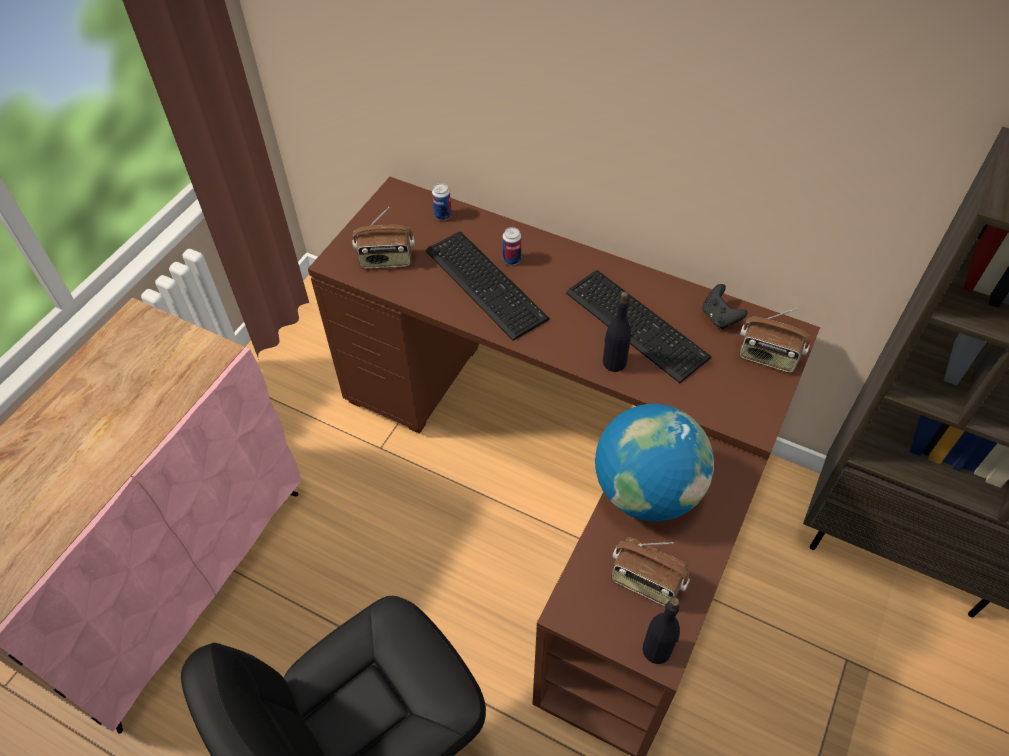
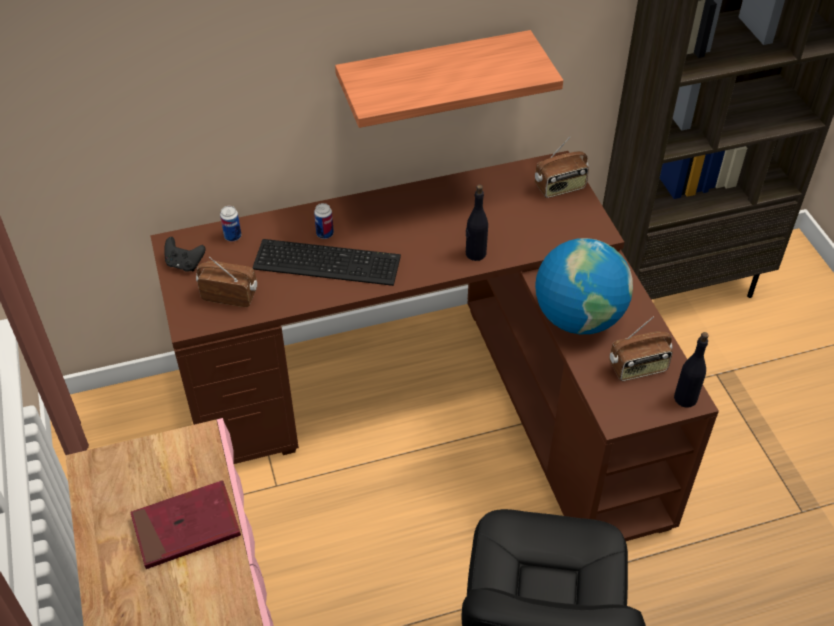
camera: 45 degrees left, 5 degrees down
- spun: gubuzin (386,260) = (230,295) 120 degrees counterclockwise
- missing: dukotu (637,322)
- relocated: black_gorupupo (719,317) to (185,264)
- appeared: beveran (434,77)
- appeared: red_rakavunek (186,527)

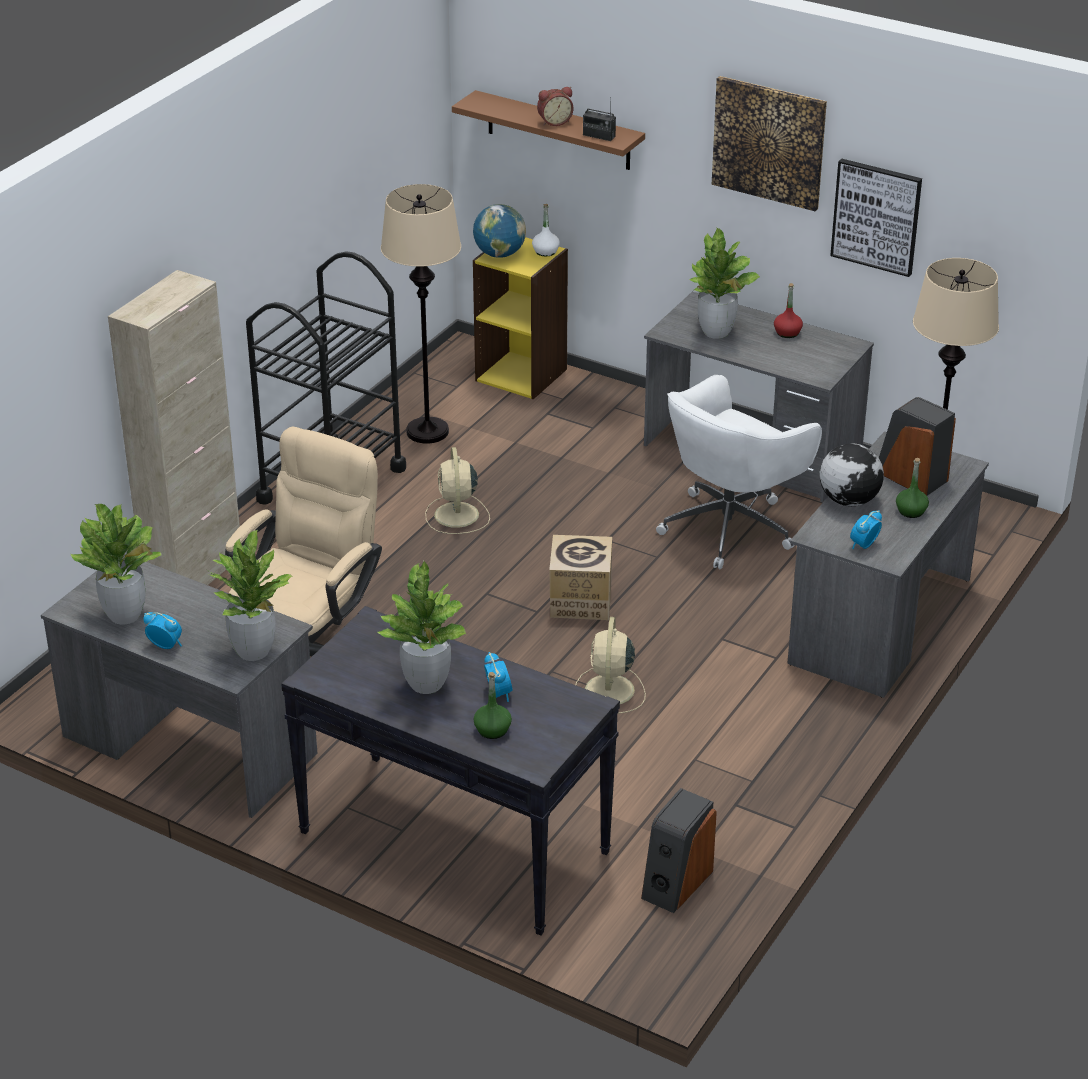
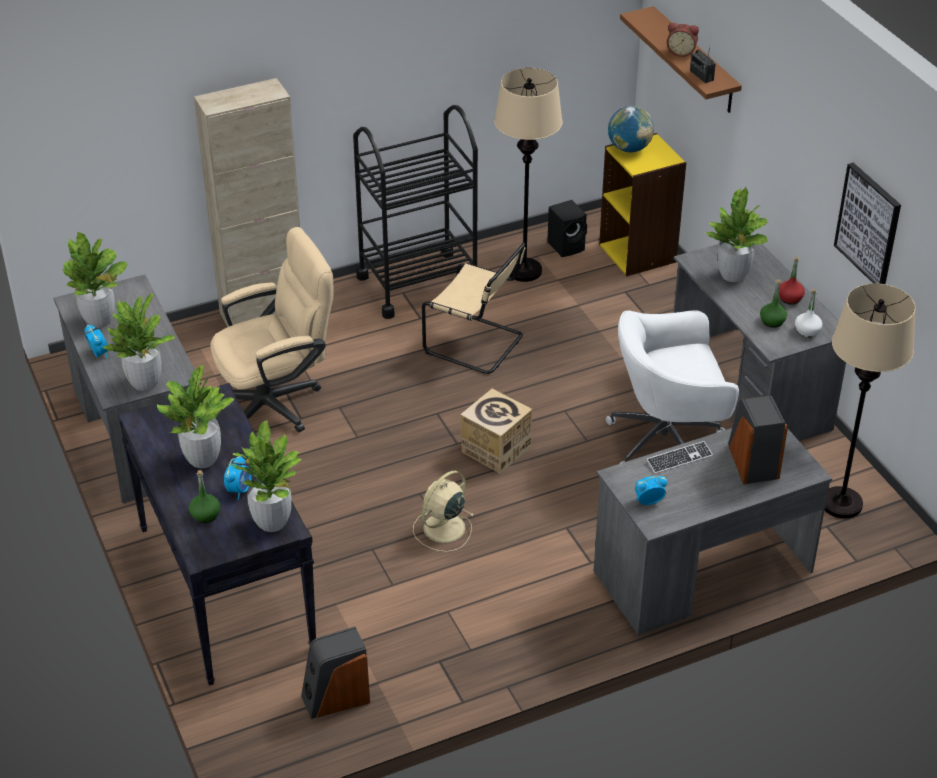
camera: 35 degrees right, 5 degrees up
- missing: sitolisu (769,142)
- relocated: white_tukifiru (545,251) to (807,331)
- exchanged: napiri (848,500) to dukotu (679,459)
- exchanged: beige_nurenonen (456,516) to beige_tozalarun (477,345)
- relocated: green_tukifiru (911,511) to (772,321)
- appeared: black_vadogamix (567,246)
- appeared: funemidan (271,522)

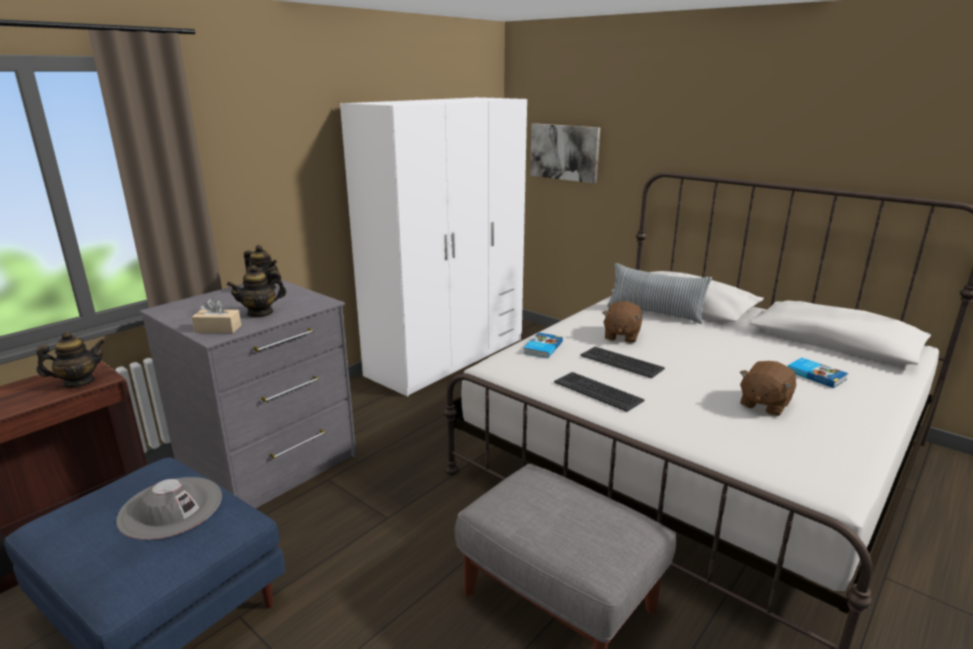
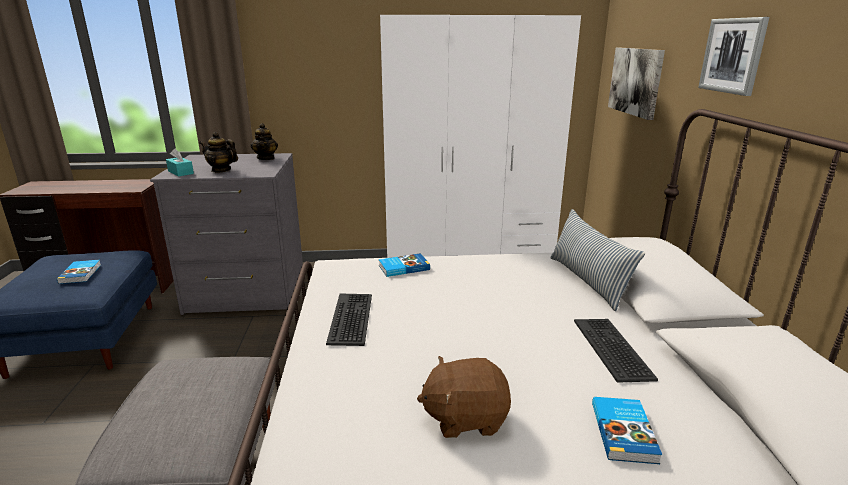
camera: 45 degrees right, 0 degrees up
- colour: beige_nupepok (218,329) to turquoise_nupepok (180,172)
- missing: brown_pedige (621,336)
- missing: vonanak (79,382)
- relocated: dukotu (622,362) to (612,349)
- exchanged: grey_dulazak (171,507) to rakavunek (81,273)
- appeared: sitolisu (733,55)

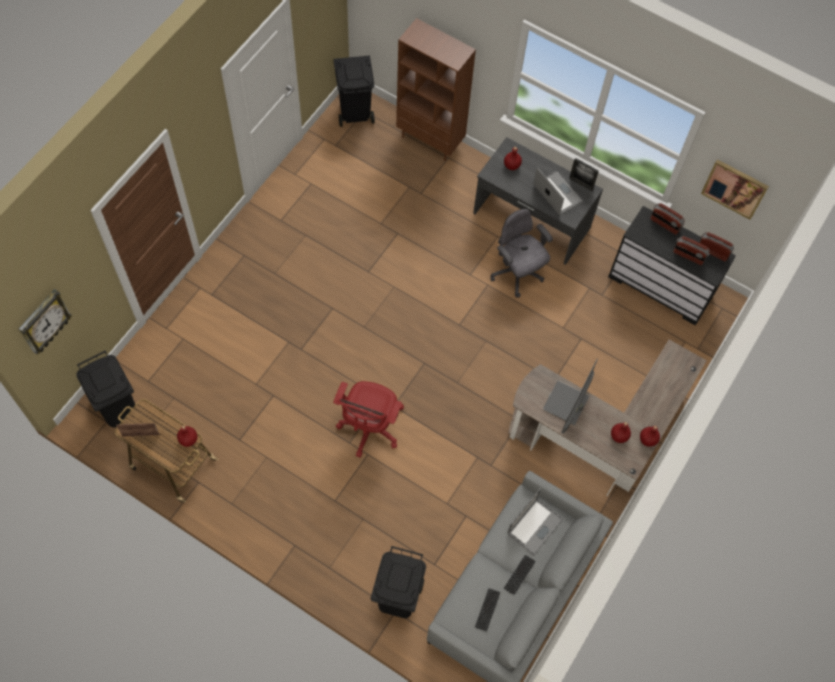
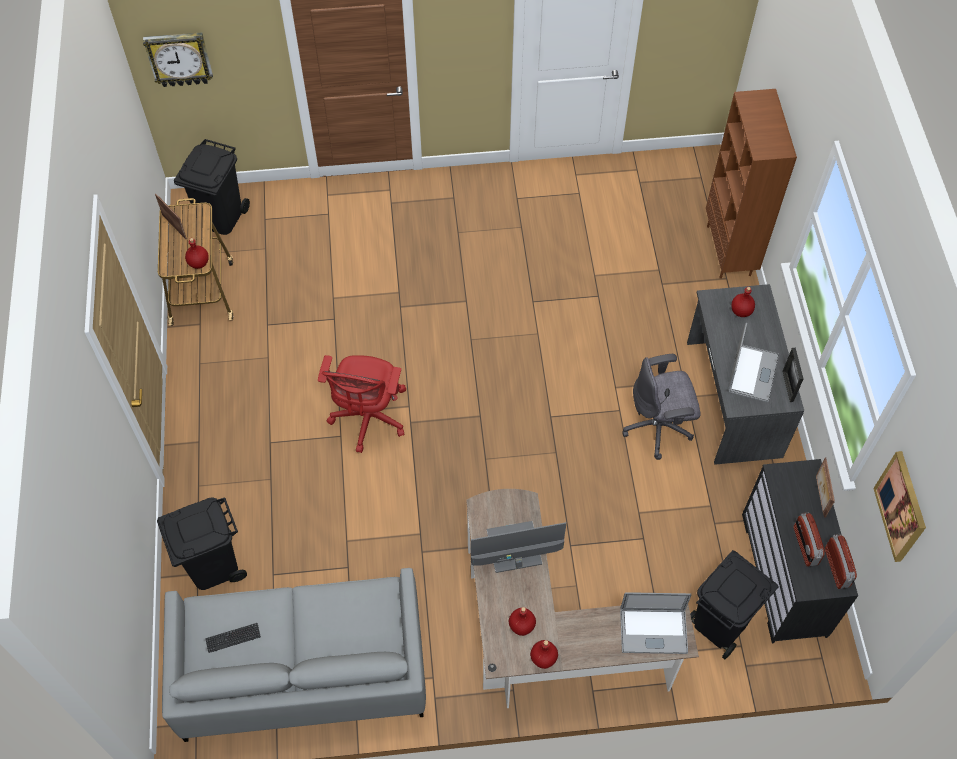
camera: 55 degrees right, 5 degrees down
- relocated: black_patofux (355,112) to (720,624)
- exchanged: gubuzin (665,224) to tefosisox (819,496)
- spun: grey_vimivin (517,274) = (658,427) 120 degrees counterclockwise
- spun: red_vimivin (369,429) = (368,419) 60 degrees counterclockwise
- relocated: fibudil (534,526) to (653,631)
- missing: dukotu (519,575)

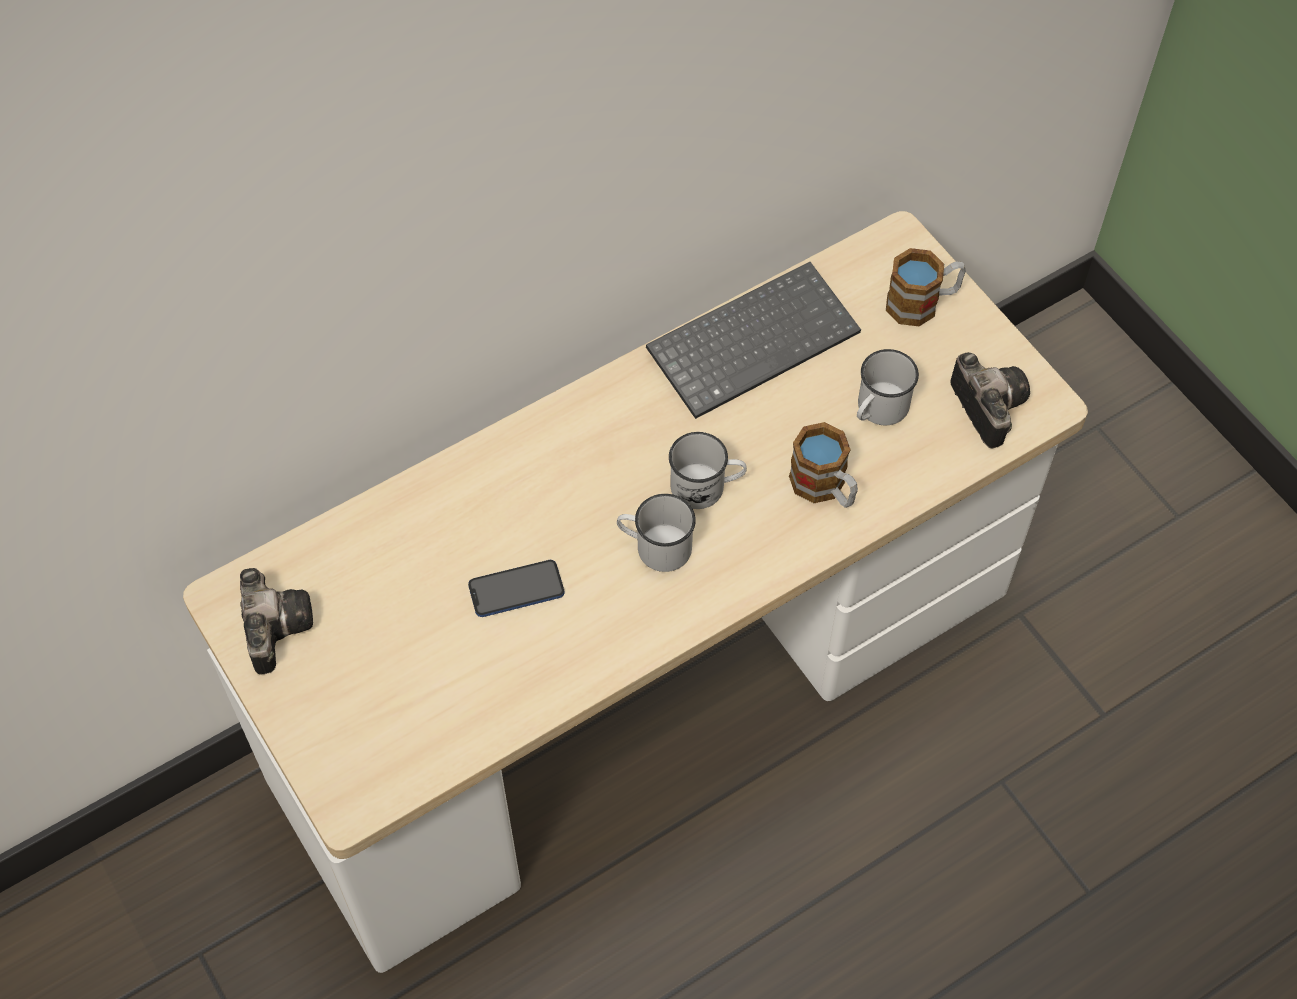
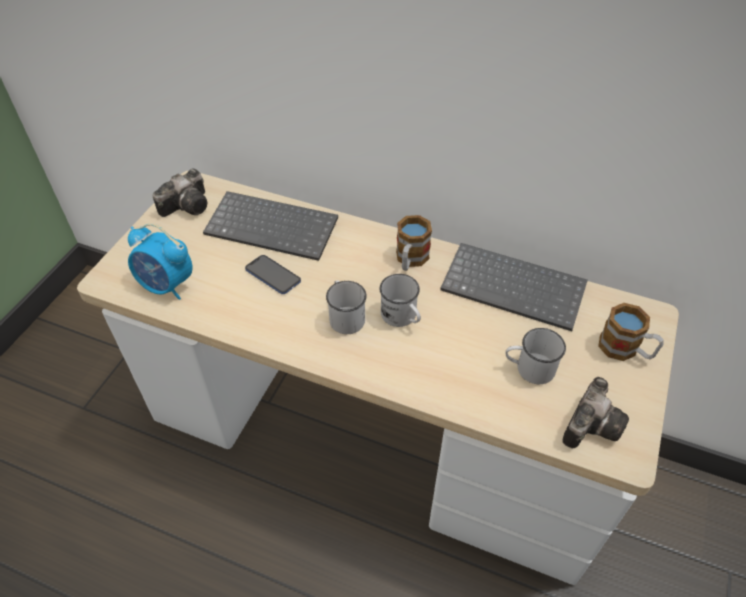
camera: 55 degrees right, 10 degrees down
- relocated: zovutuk (824,488) to (410,260)
- appeared: dukotu (274,227)
- appeared: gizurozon (167,286)

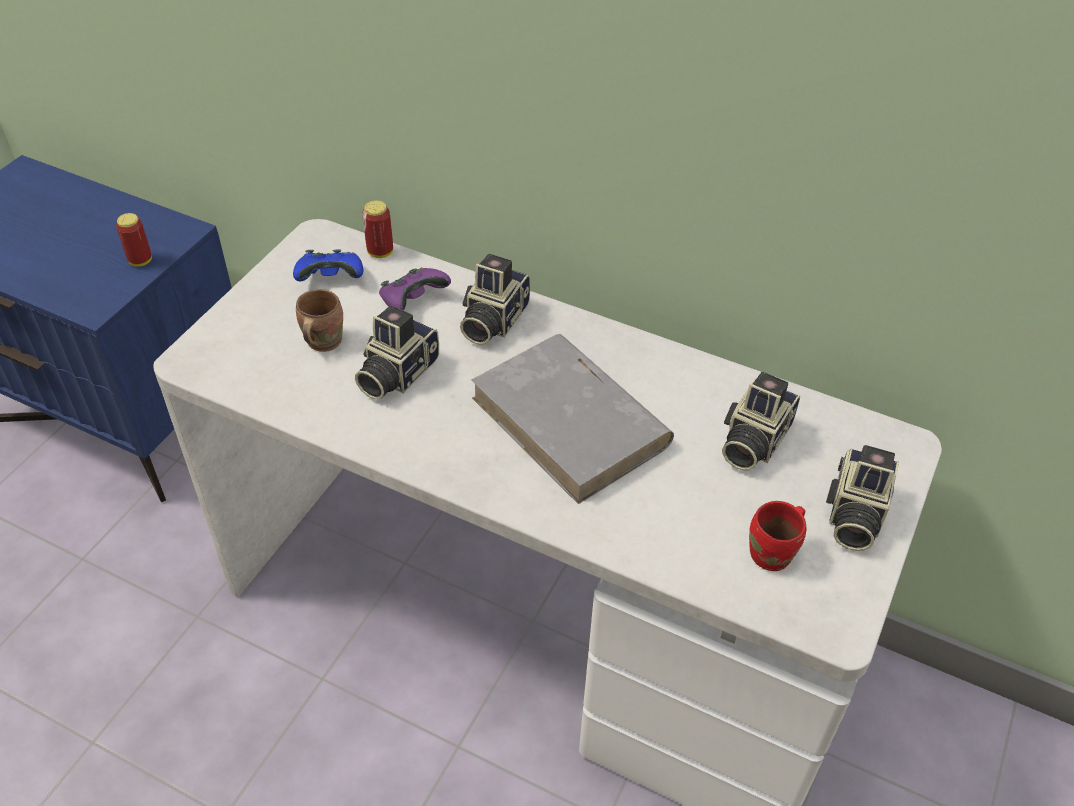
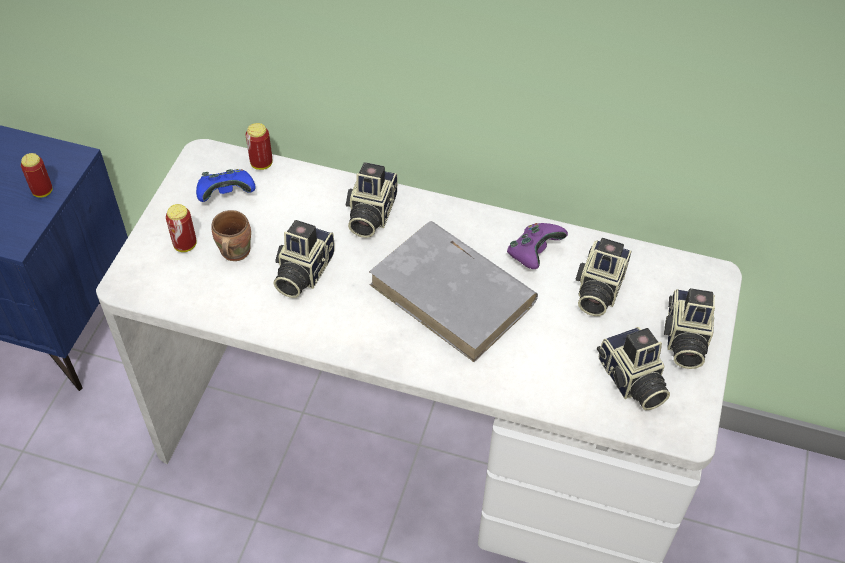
camera: 10 degrees left, 5 degrees up
- relocated: purple_gorupupo (413,301) to (533,254)
- exchanged: red_zovutuk (774,555) to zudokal (630,381)
- appeared: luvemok (185,245)

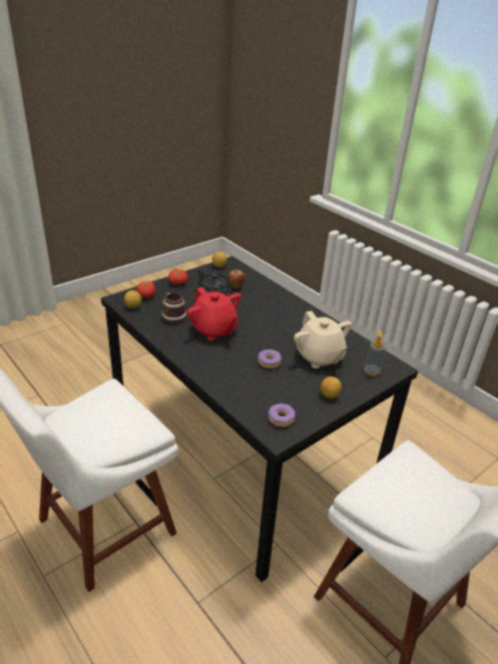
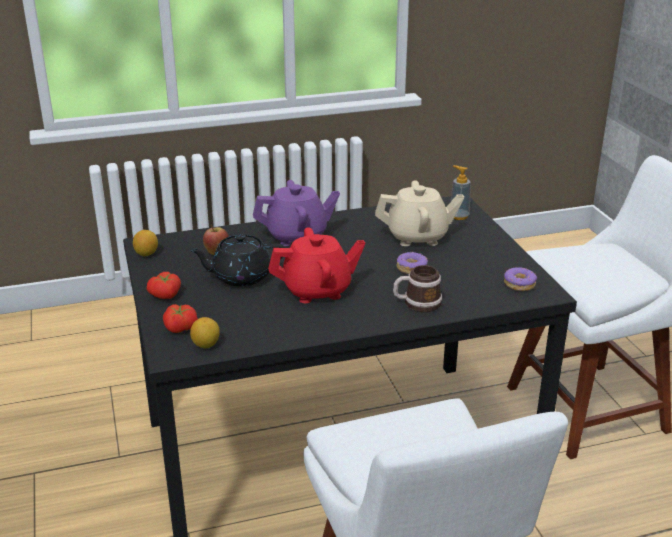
camera: 65 degrees left, 5 degrees down
- relocated: zovutuk (172,315) to (417,303)
- missing: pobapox (329,395)
- appeared: purple_vonanak (297,236)

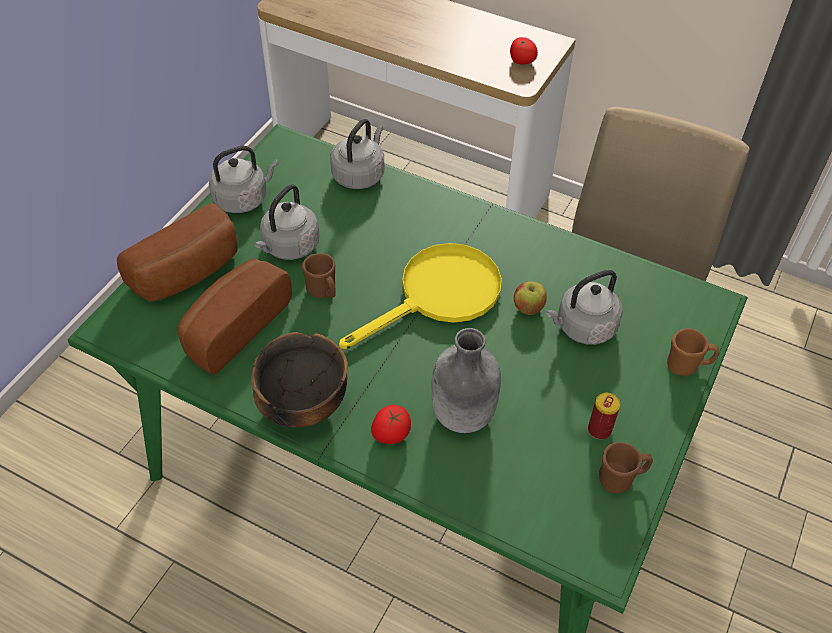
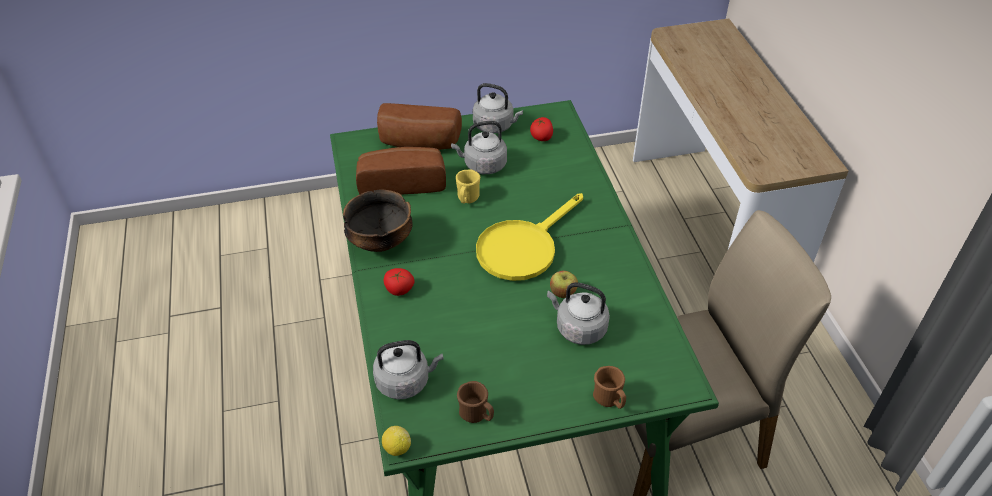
camera: 50 degrees right, 5 degrees down
- relocated: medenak (521,61) to (541,137)
- relocated: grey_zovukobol (360,174) to (405,381)
- spun: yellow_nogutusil (439,296) = (523,247) 120 degrees clockwise
- colour: brown_zovutuk (323,292) to yellow_zovutuk (467,199)
- missing: grey_tukifiru (462,416)
- missing: luvemok (599,430)
- appeared: pobapox (397,448)

